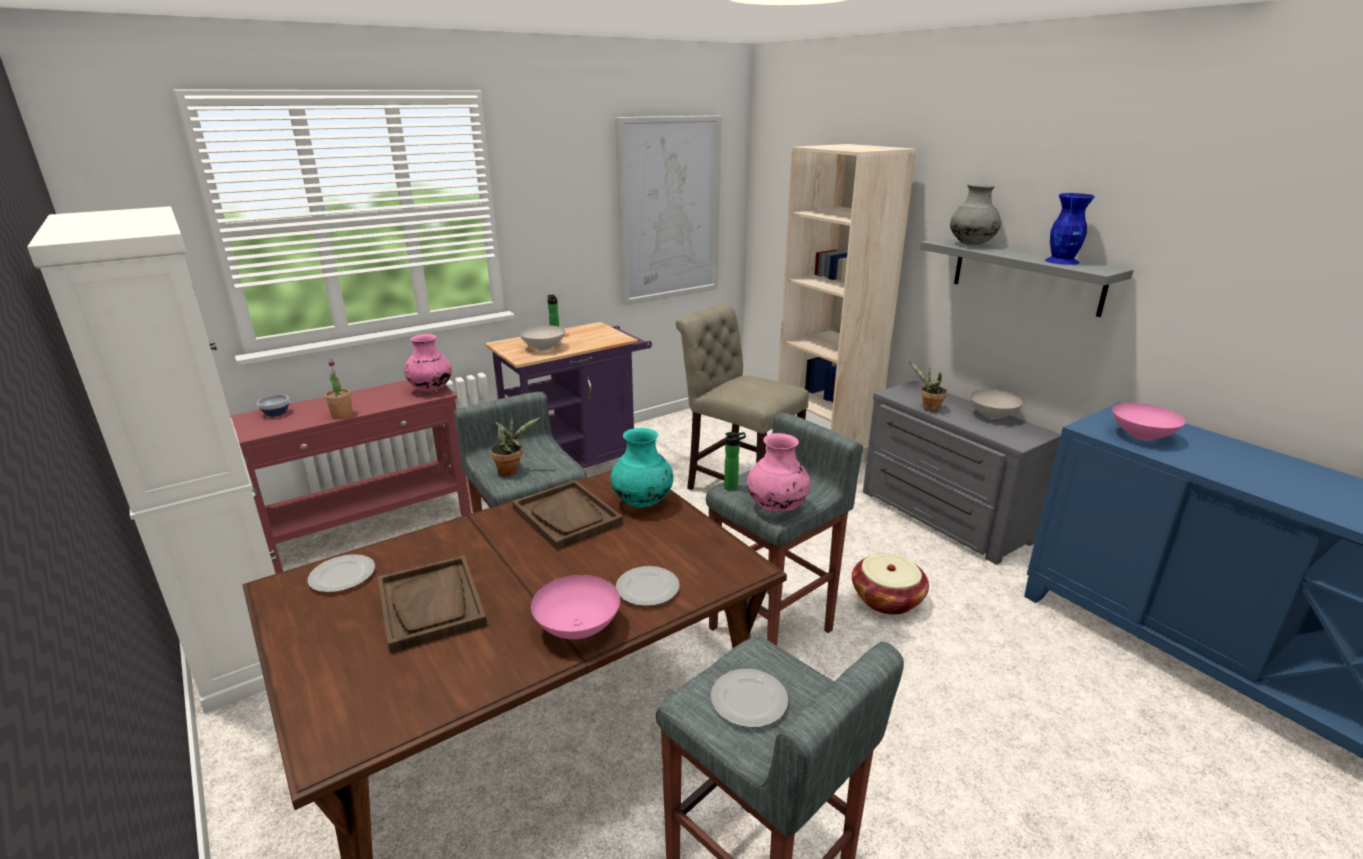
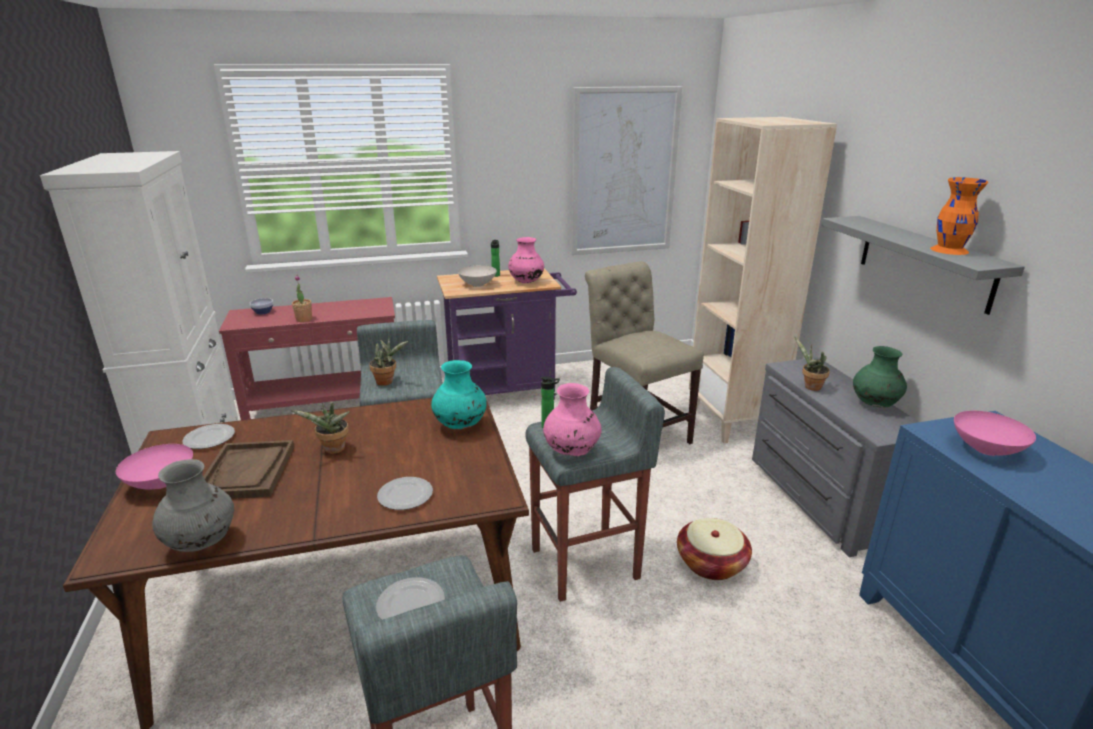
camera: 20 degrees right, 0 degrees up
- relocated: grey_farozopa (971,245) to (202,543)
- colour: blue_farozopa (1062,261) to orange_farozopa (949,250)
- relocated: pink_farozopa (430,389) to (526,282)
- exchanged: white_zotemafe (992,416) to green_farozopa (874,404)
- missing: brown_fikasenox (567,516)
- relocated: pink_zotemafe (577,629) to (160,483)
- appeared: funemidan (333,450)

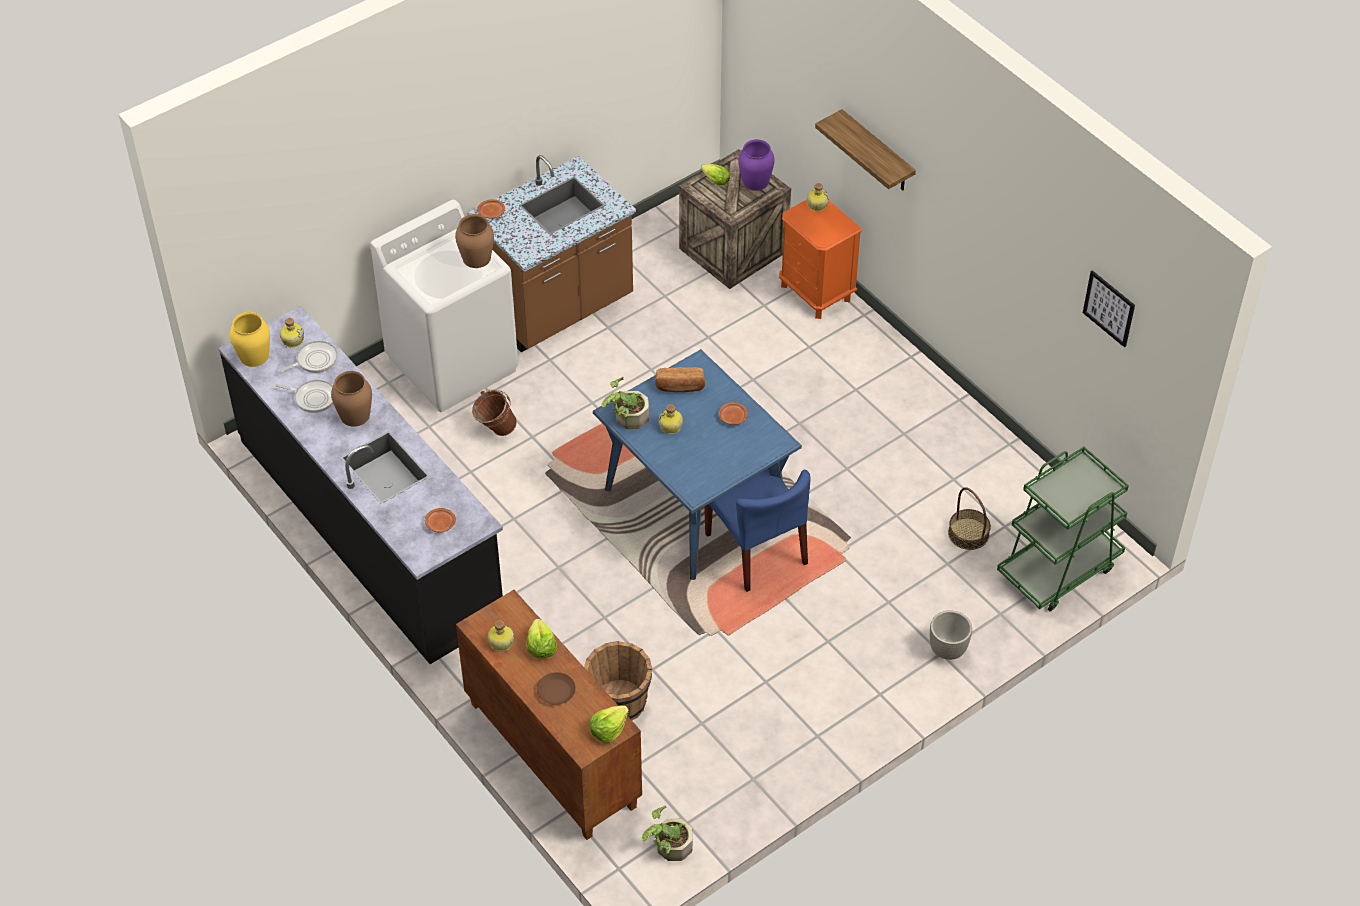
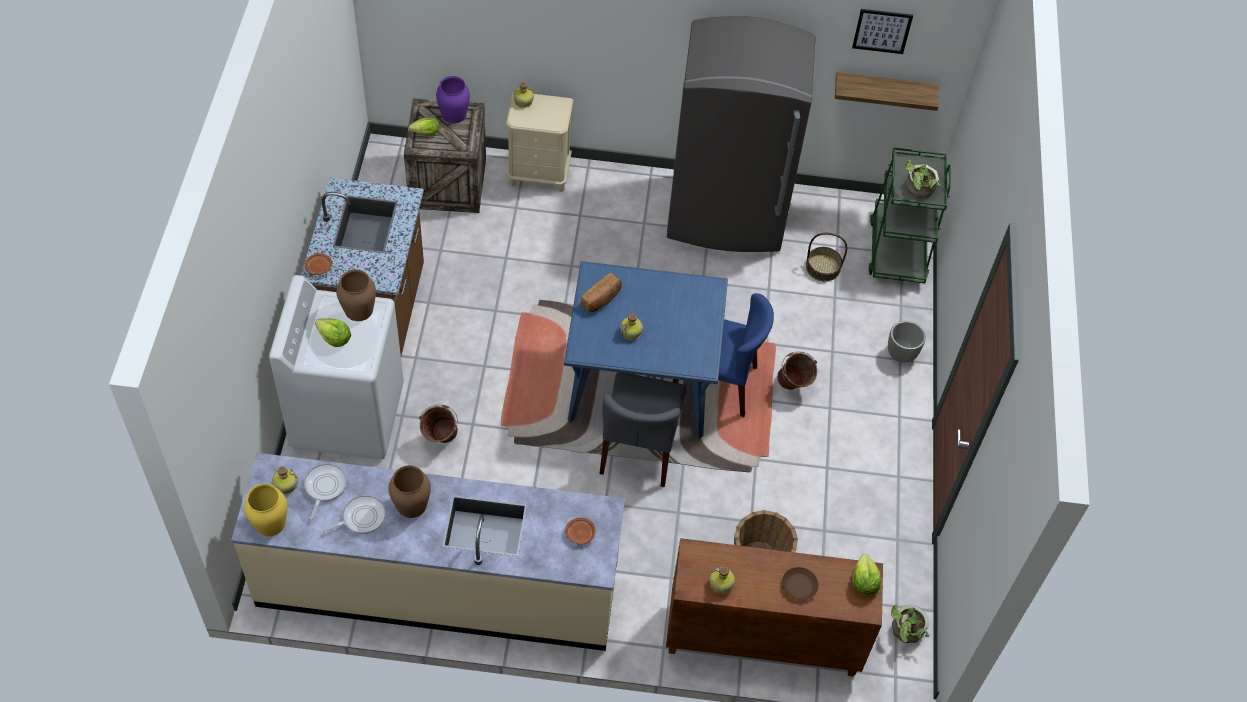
camera: 50 degrees left, 5 degrees up
- relocated: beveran (877,153) to (884,90)
- colour: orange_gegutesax (816,292) to beige_gegutesax (539,174)
- colour: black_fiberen (371,526) to beige_fiberen (438,587)
- relocated: funemidan (627,417) to (917,190)
- missing: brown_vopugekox (732,417)
- relocated: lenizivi (541,647) to (334,338)
- appeared: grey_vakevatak (727,215)
- appeared: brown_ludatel (793,387)
- appeared: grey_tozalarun (639,449)

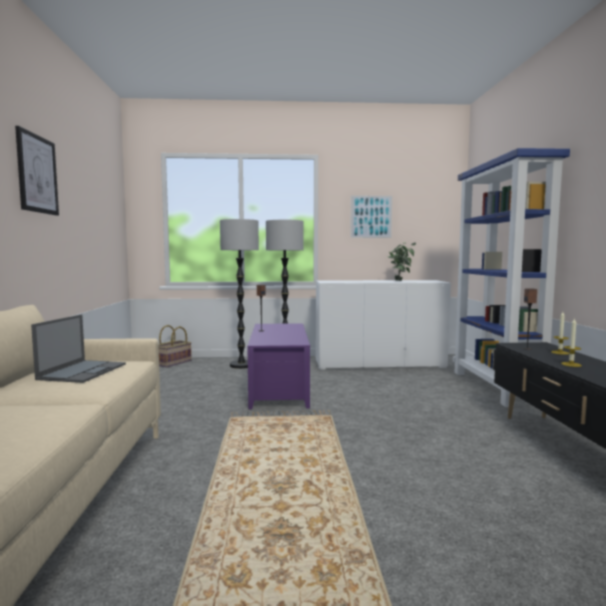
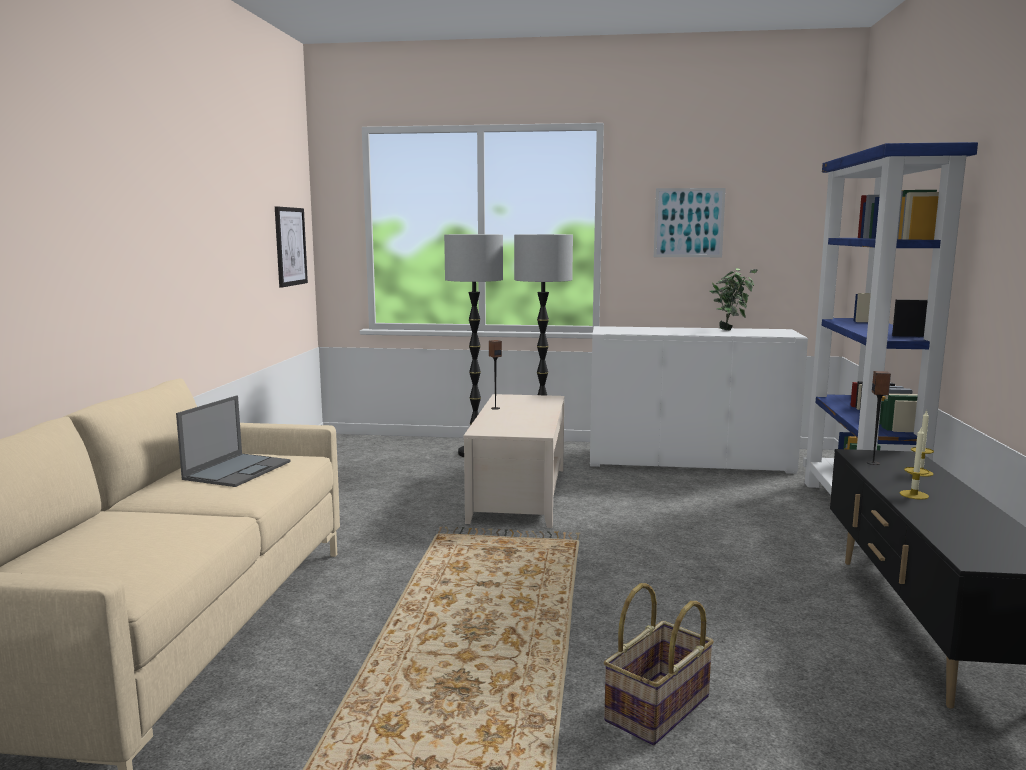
camera: 10 degrees right, 5 degrees up
- relocated: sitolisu (37,174) to (290,246)
- colour: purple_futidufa (279,388) to beige_futidufa (519,494)
- relocated: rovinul (173,363) to (659,709)

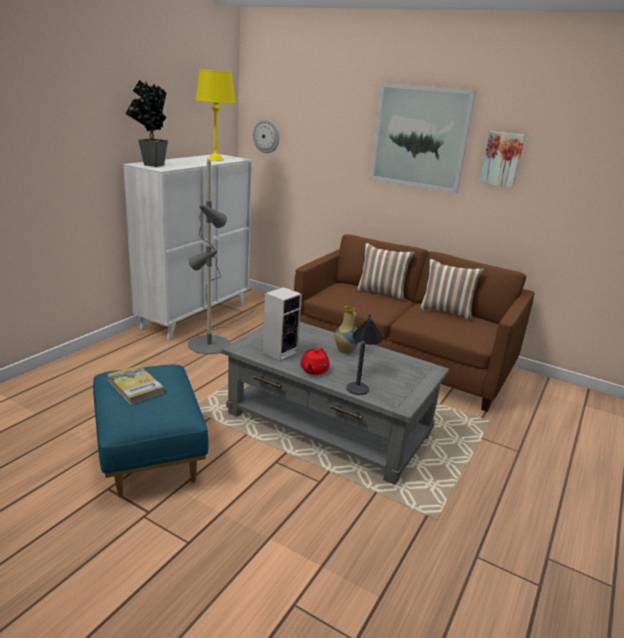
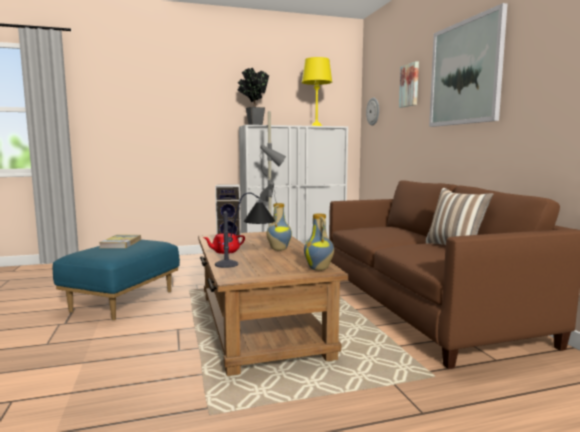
camera: 45 degrees right, 15 degrees down
- relocated: sitolisu (502,159) to (410,85)
- missing: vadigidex (382,292)
- colour: grey_futidufa (329,424) to brown_futidufa (260,324)
- appeared: farozopa (319,269)

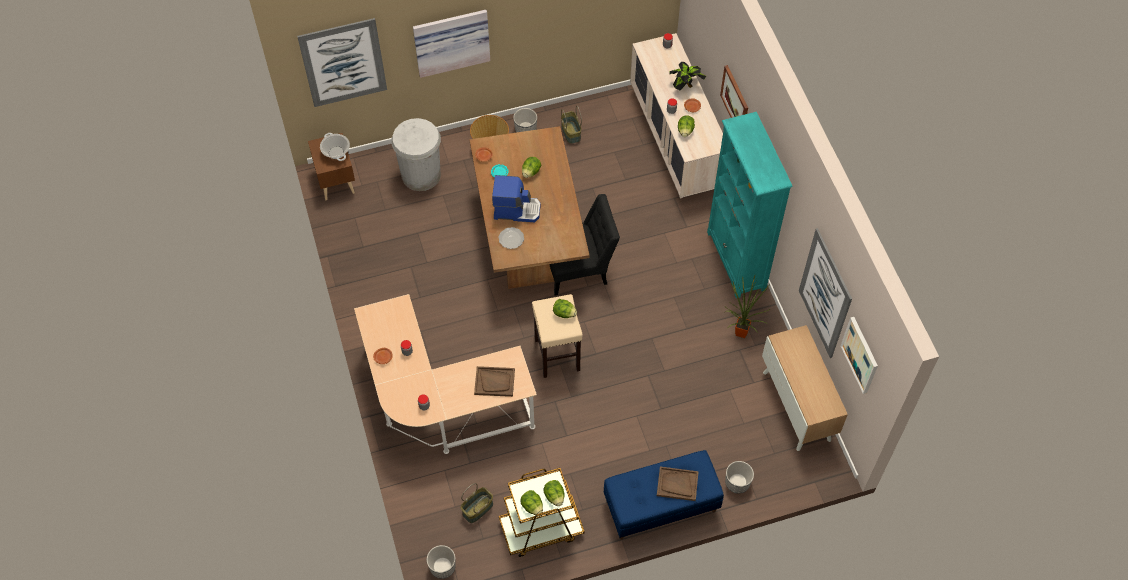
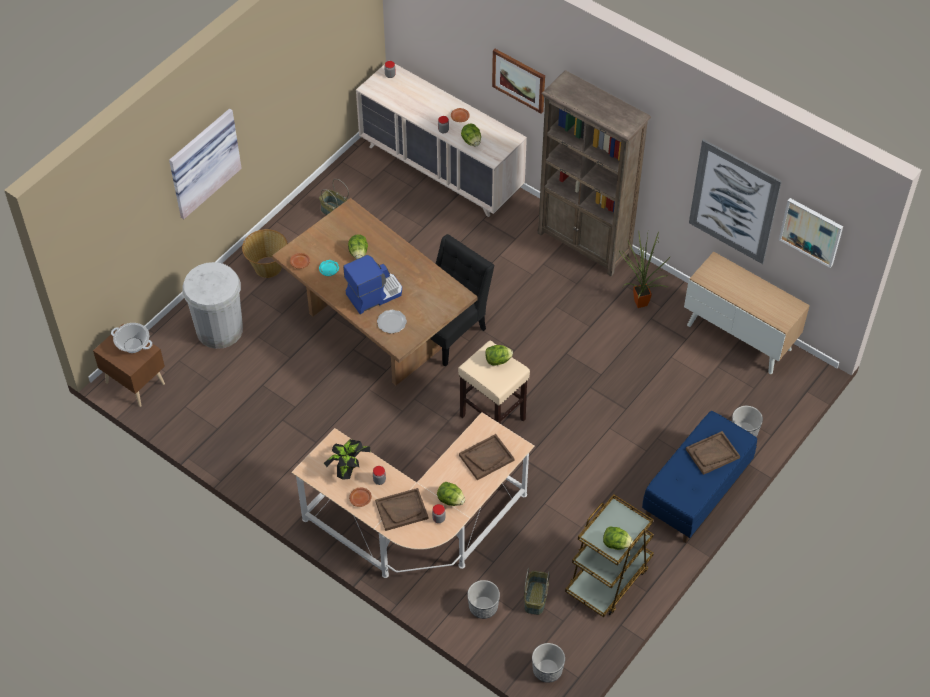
camera: 35 degrees left, 5 degrees down
- missing: sitolisu (343,63)
- relocated: funemidan (685,86) to (348,468)
- relocated: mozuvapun (525,129) to (483,607)
- colour: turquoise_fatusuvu (736,261) to brown_fatusuvu (584,244)
- relocated: lenizivi (554,496) to (450,500)
- appeared: brown_fikasenox (401,510)

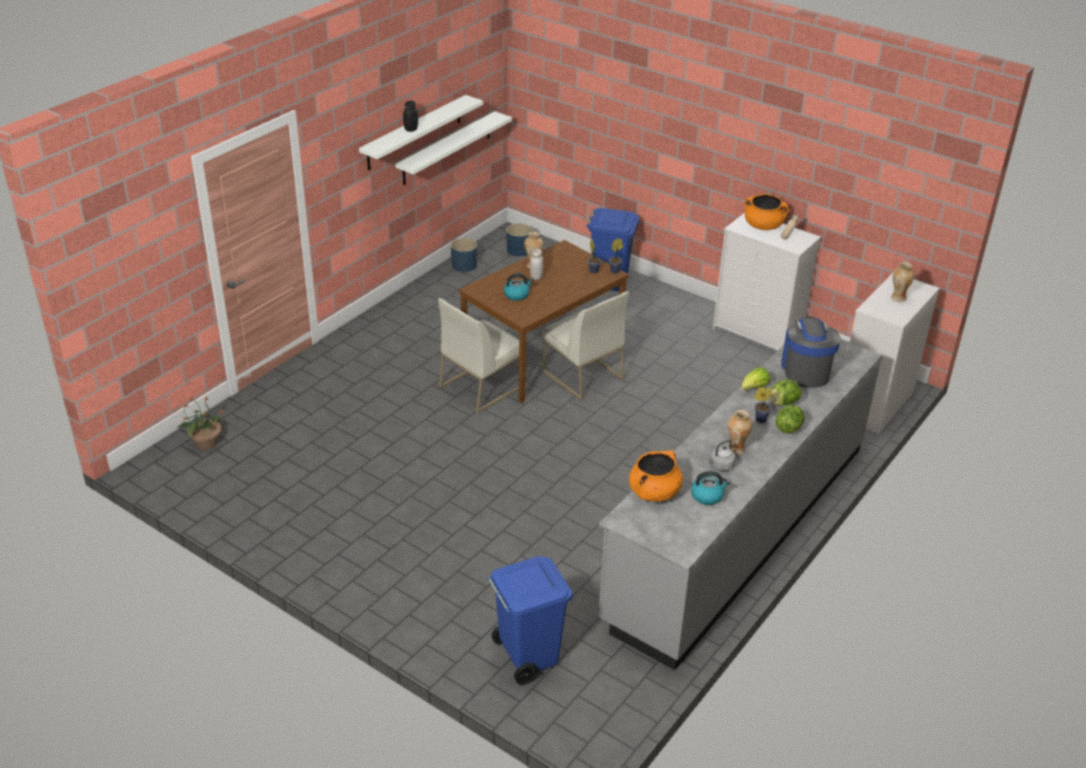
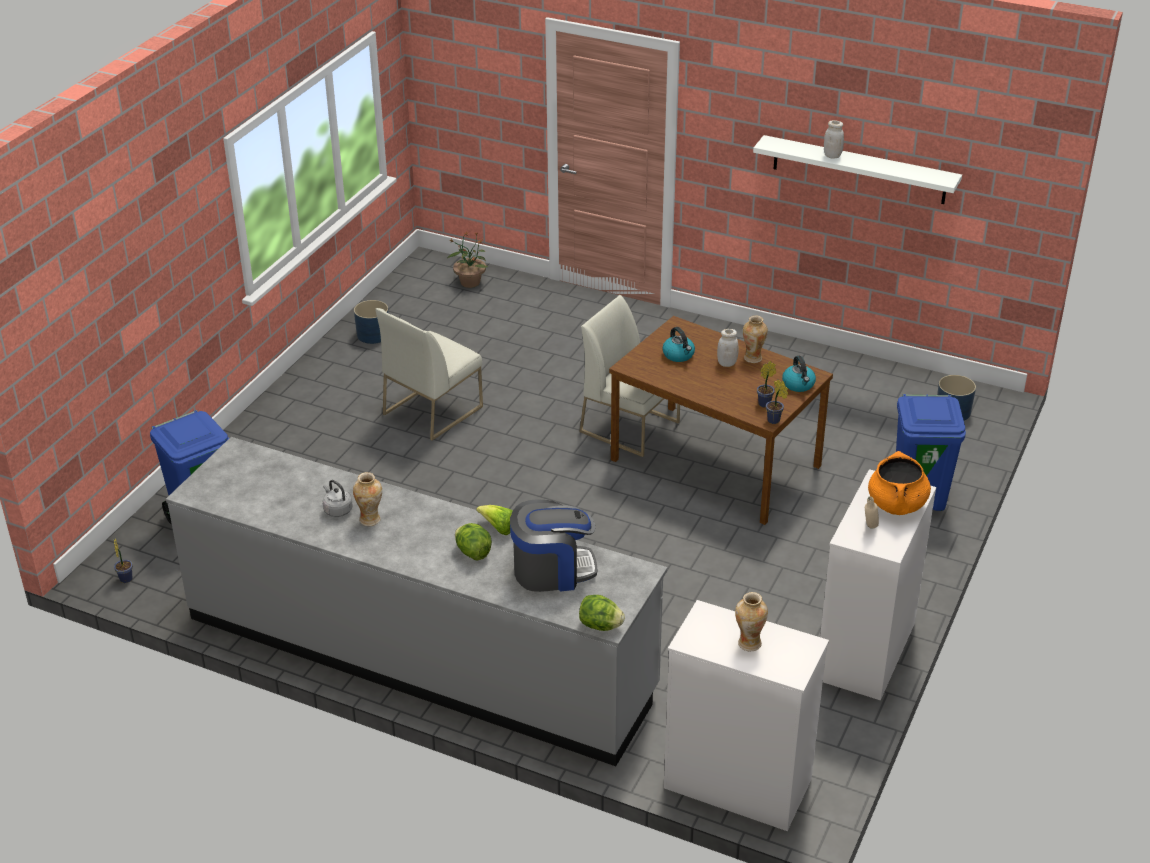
camera: 80 degrees right, 0 degrees up
- colour: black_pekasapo (411,129) to white_pekasapo (832,156)
- missing: white_beveran (447,148)
- relocated: blue_mozuvapun (464,265) to (373,334)
- relocated: white_tozalarun (582,375) to (433,410)
- relocated: funemidan (759,419) to (126,578)
- relocated: lenizivi (788,428) to (600,626)
- missing: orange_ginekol (654,493)
- relocated: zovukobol (707,496) to (799,385)

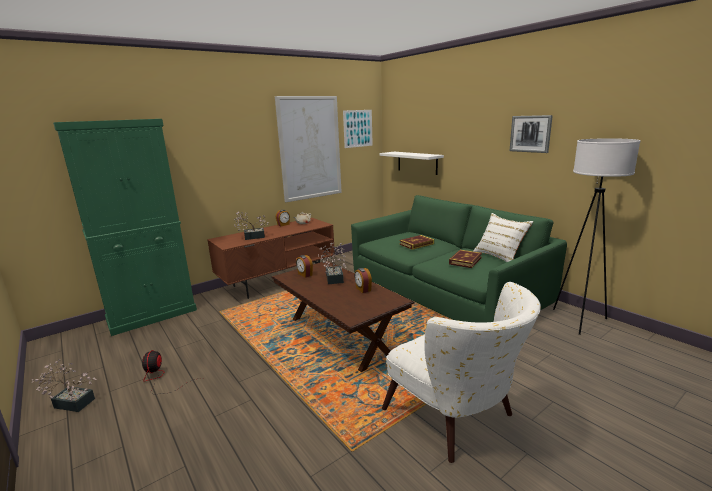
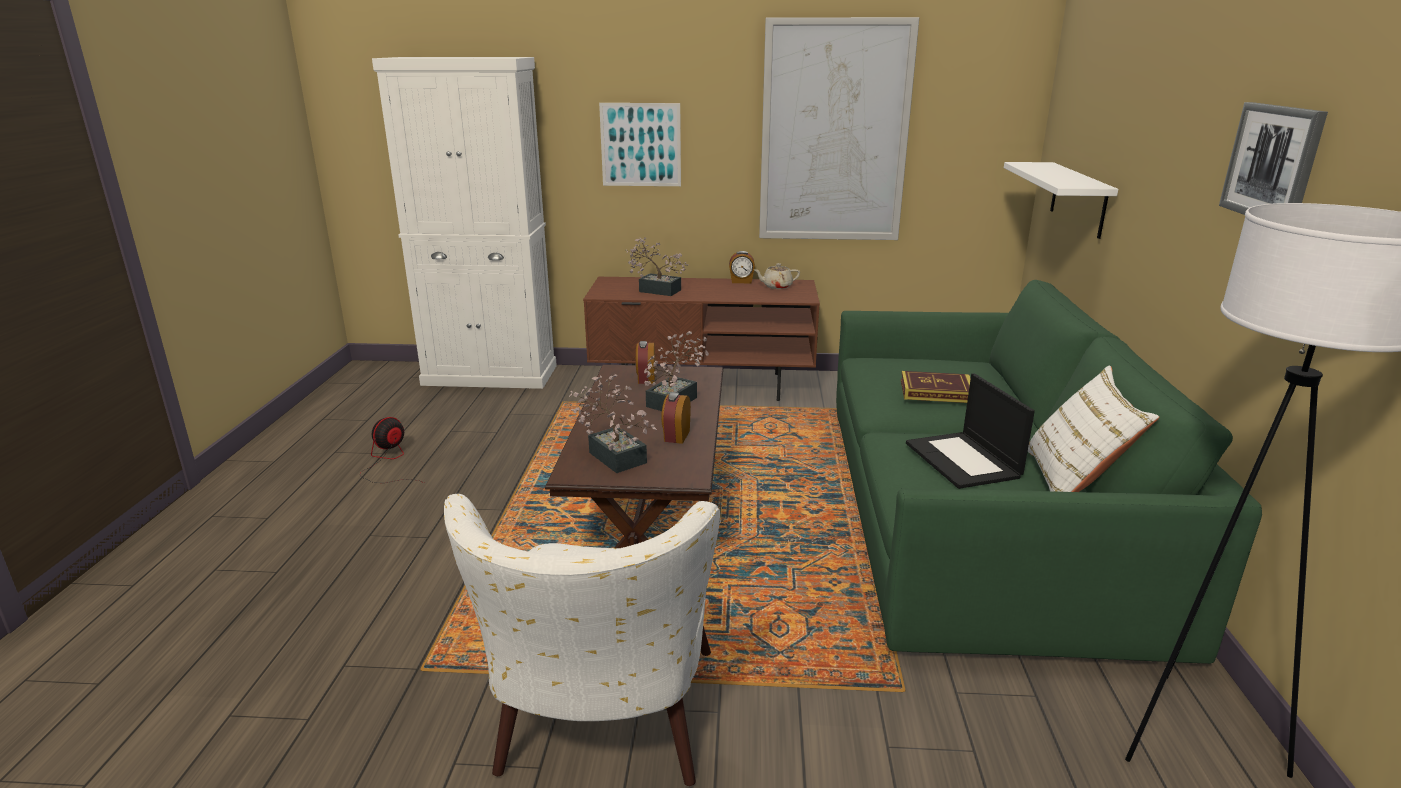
camera: 40 degrees right, 5 degrees up
- relocated: sitolisu (358,128) to (640,145)
- colour: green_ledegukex (152,315) to white_ledegukex (490,375)
- exchanged: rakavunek (465,261) to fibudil (964,460)
- relocated: funemidan (71,402) to (614,454)

